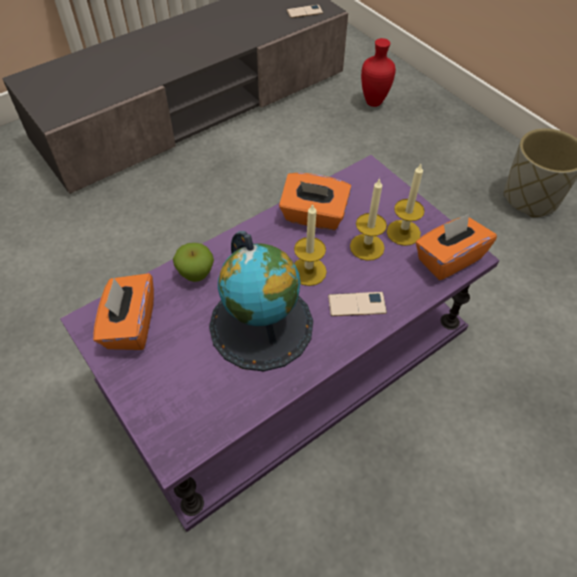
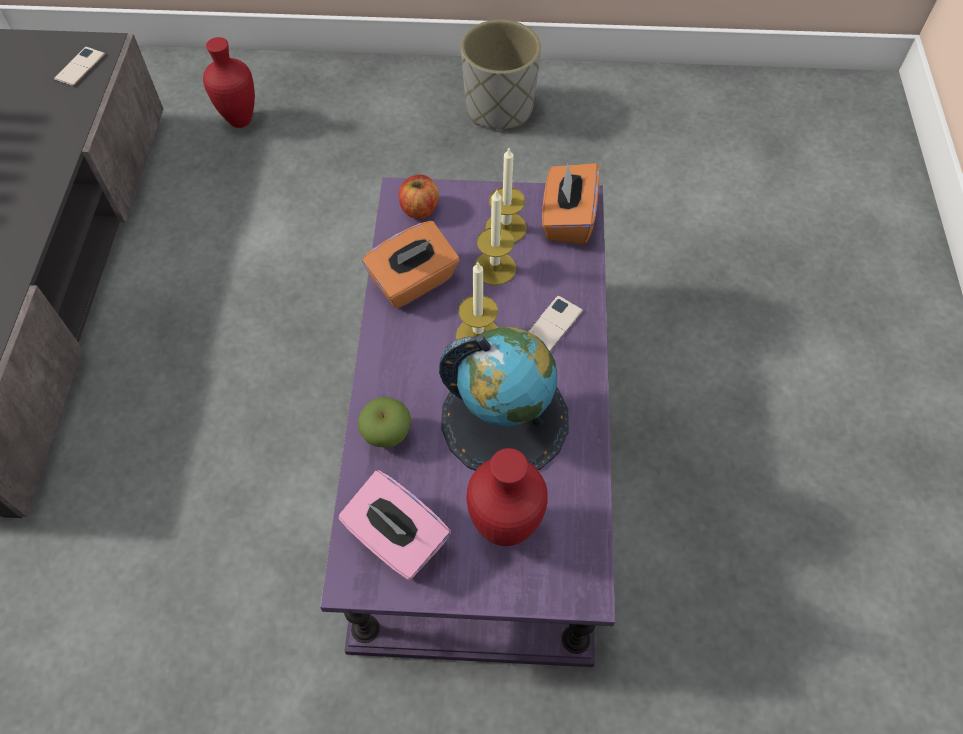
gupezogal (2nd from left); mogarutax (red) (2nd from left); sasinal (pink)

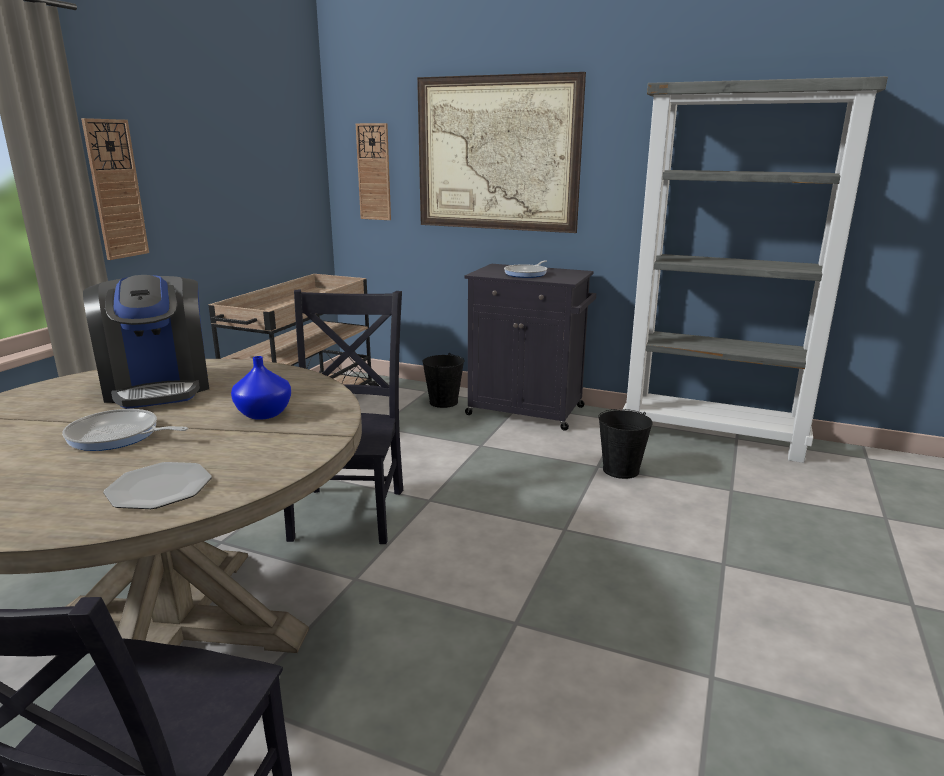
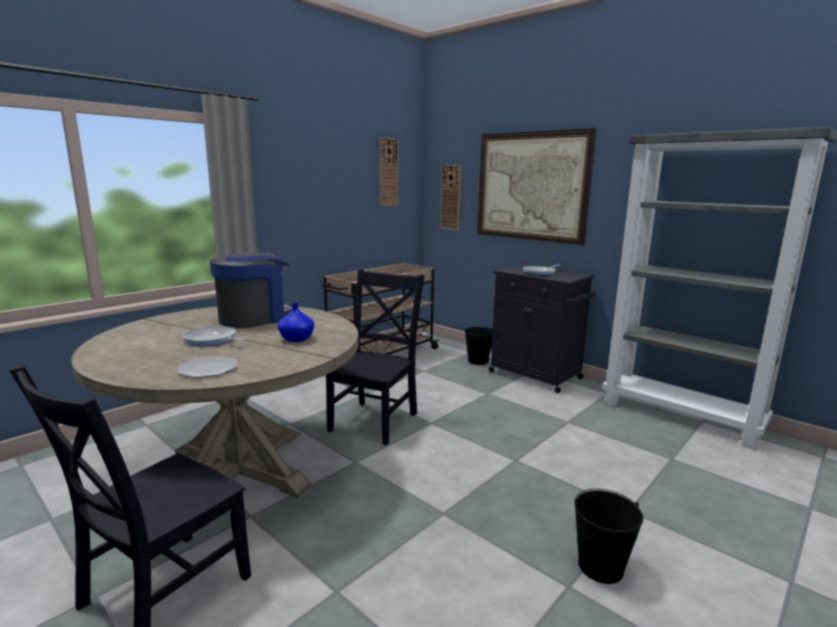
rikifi (1st from left); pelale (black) (2nd from left); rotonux

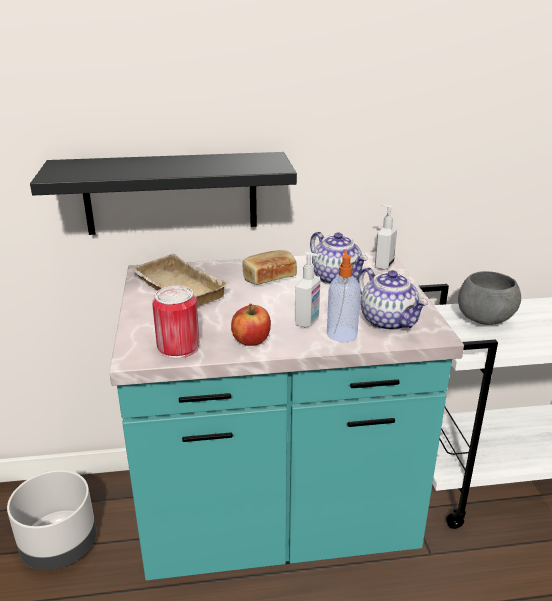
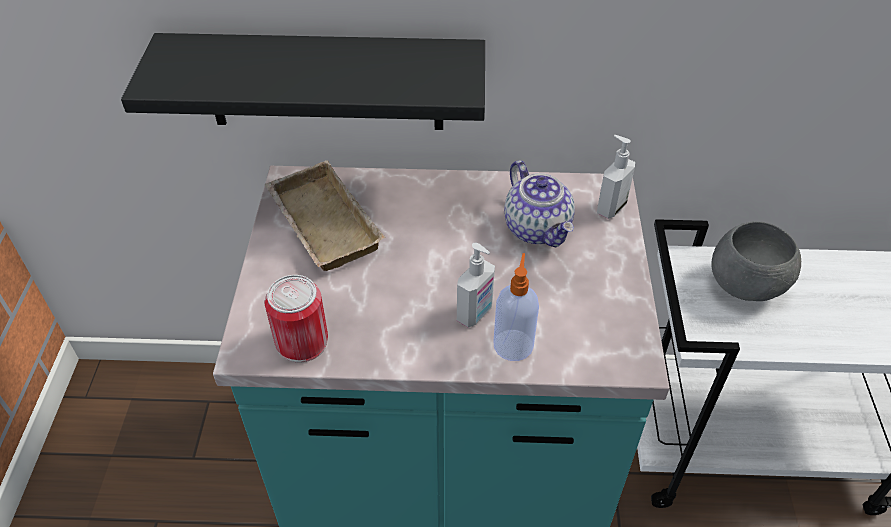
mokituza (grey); gupezogal; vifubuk; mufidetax (2nd from left in the first image)

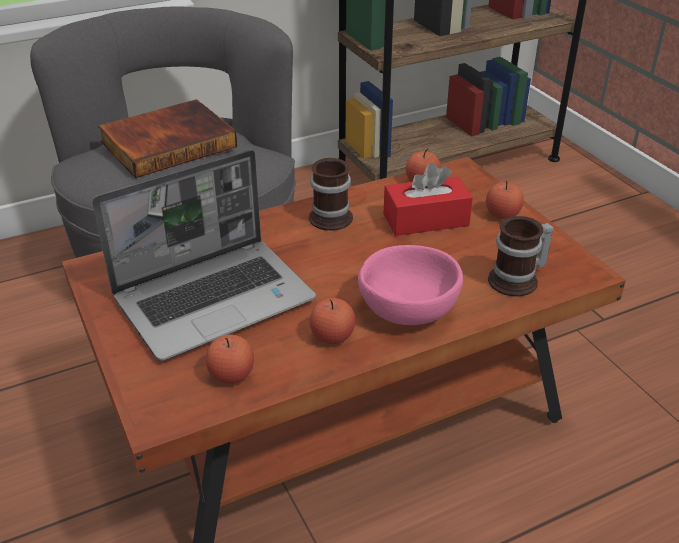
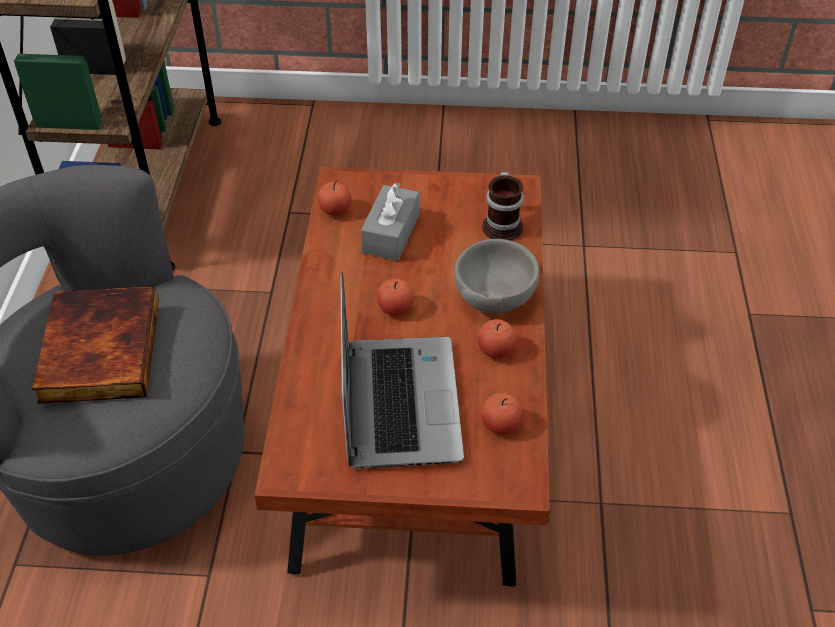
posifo (1st from left in the first image); gupezogal (2nd from left); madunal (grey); sasinal (grey)

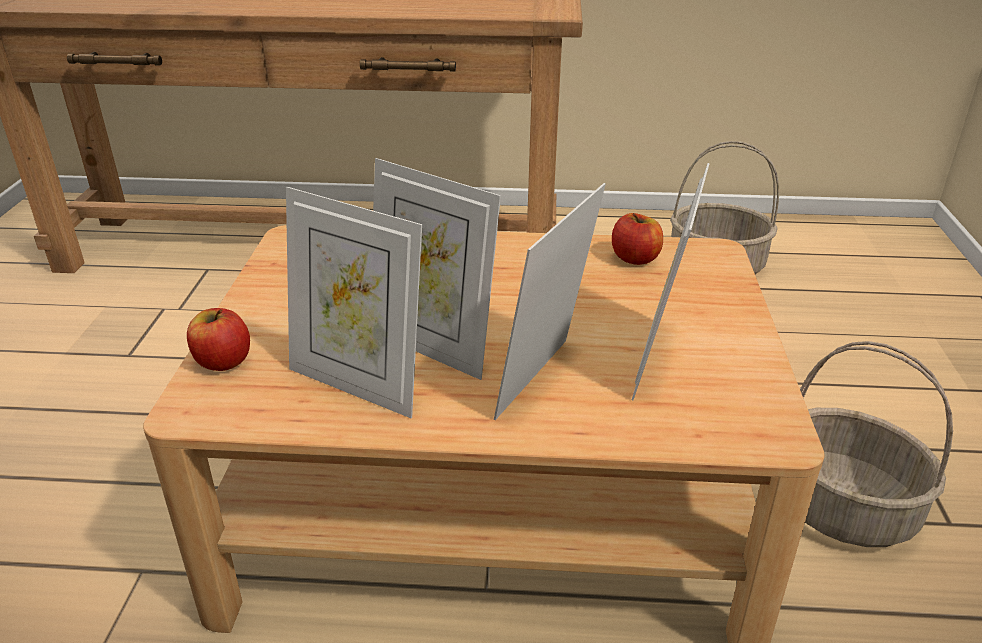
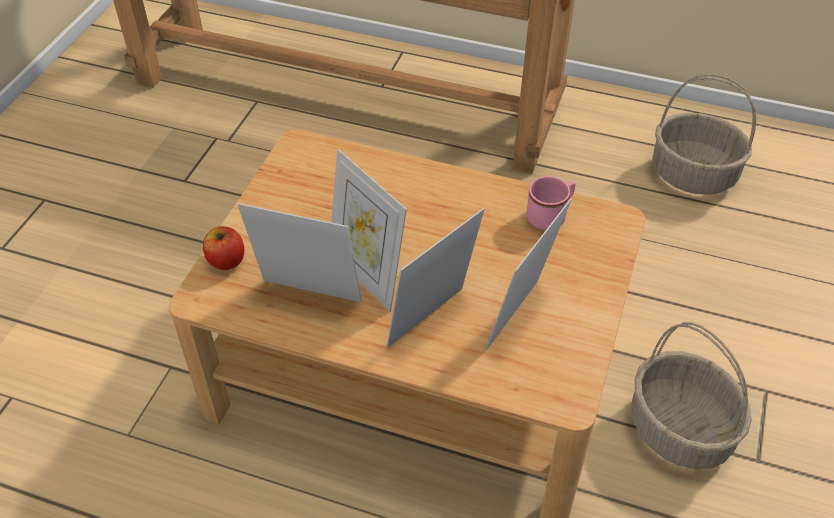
posifo (pink); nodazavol (1st from left)

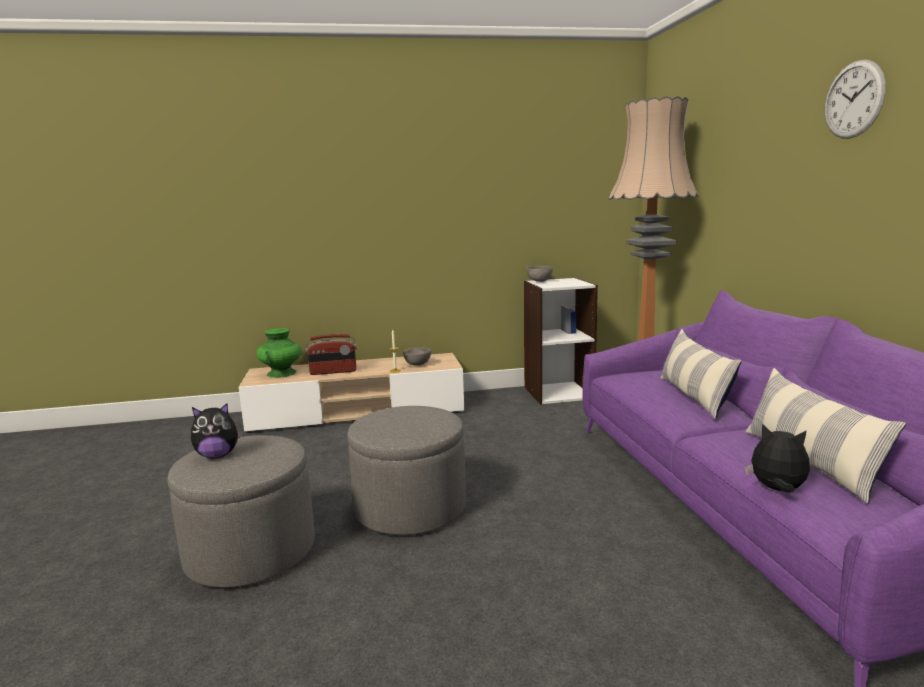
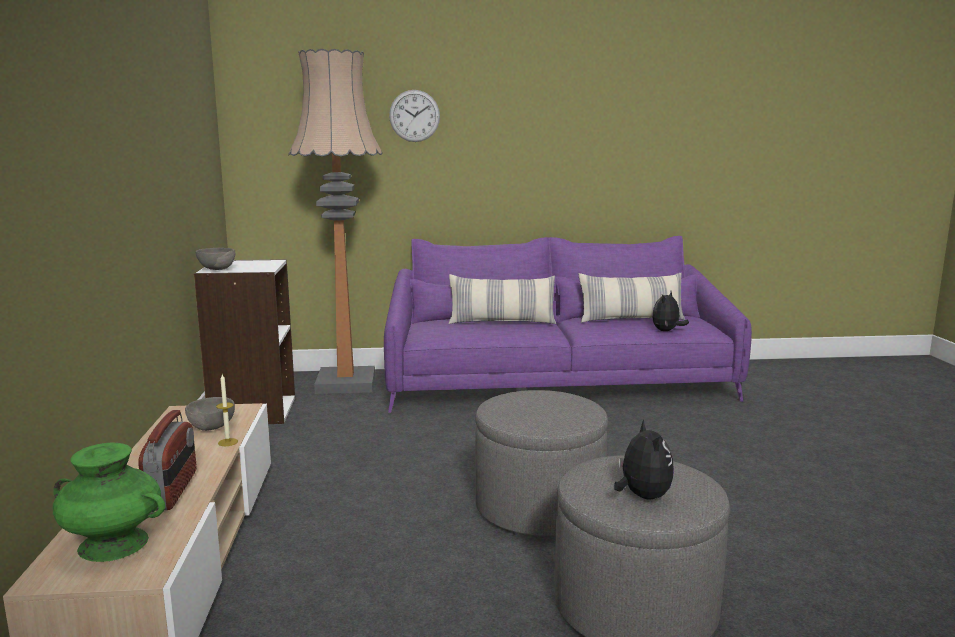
rikifi

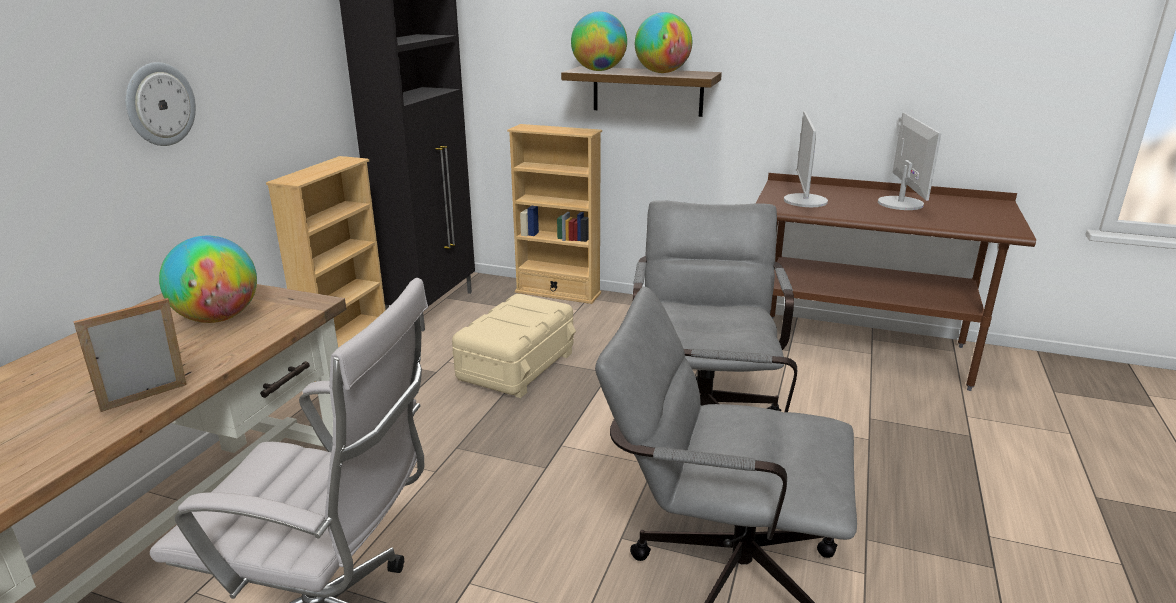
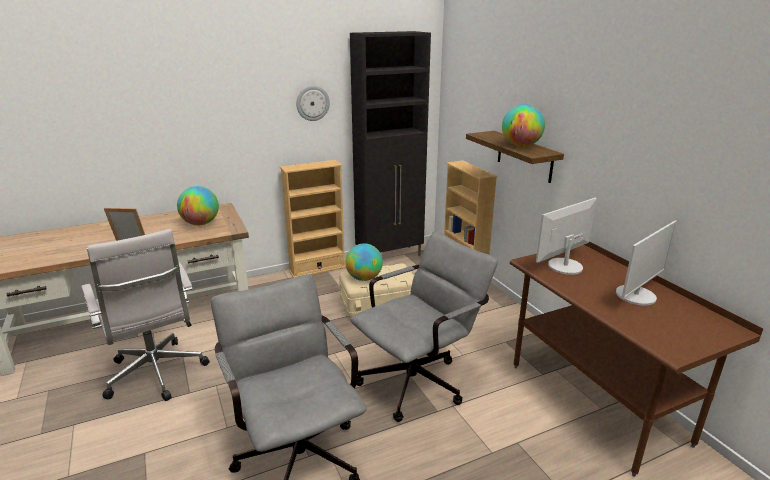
rikifi; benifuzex (2nd from left)

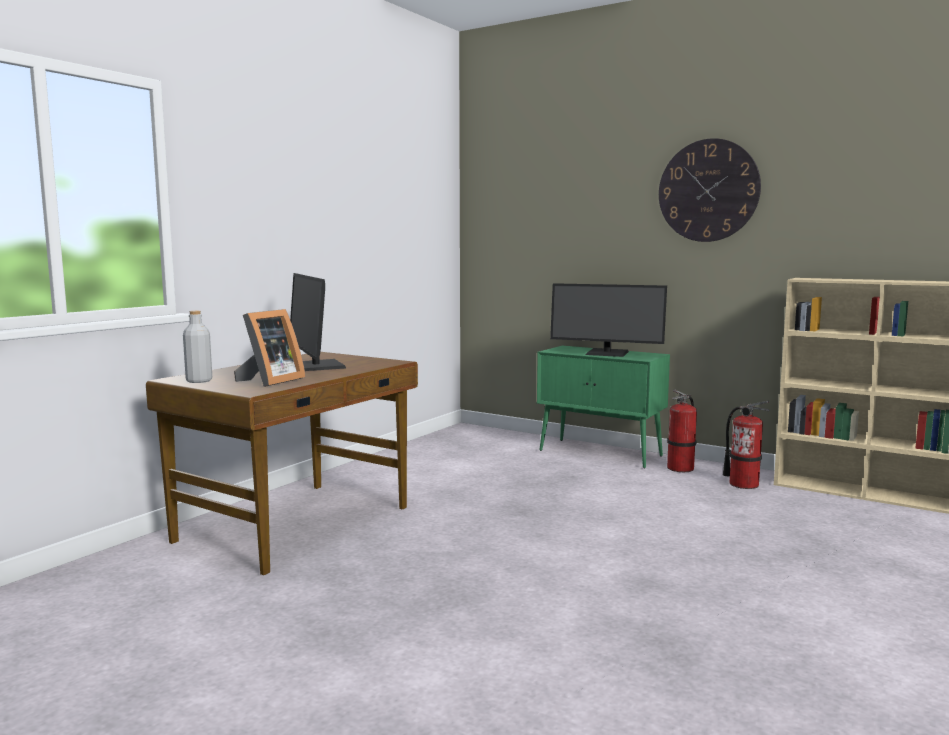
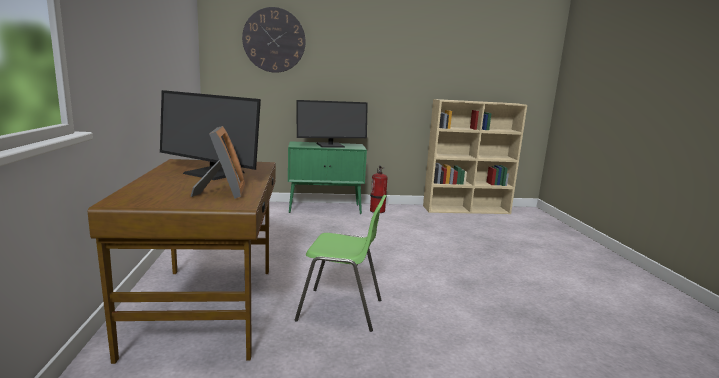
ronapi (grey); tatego (2nd from left in the first image); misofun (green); rikifi

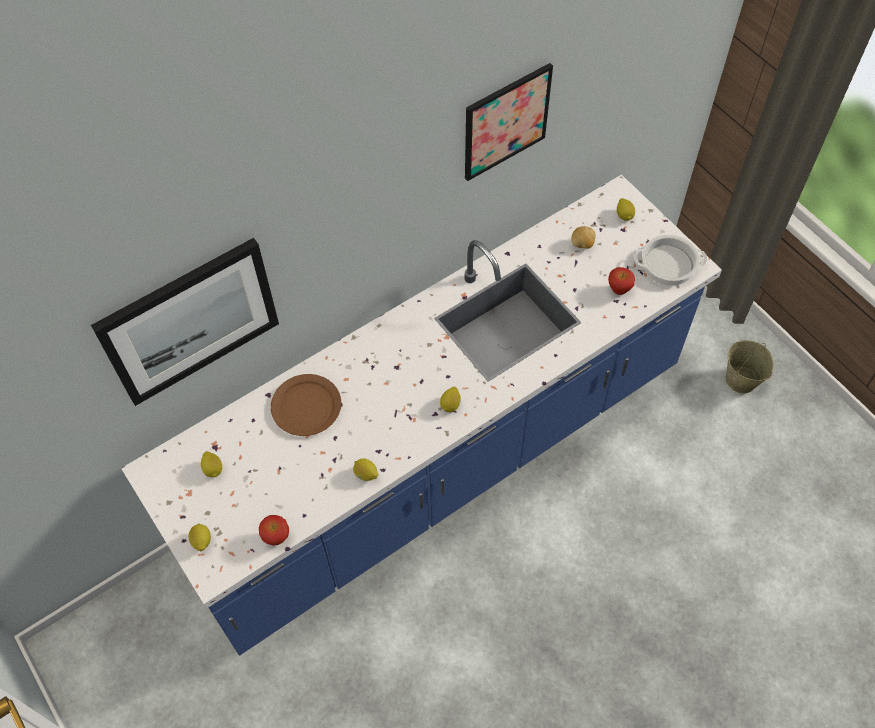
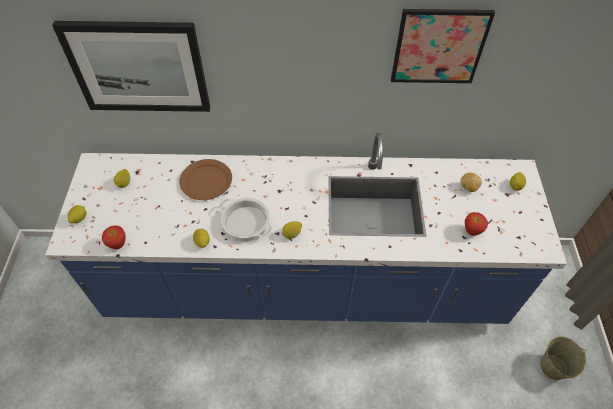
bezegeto

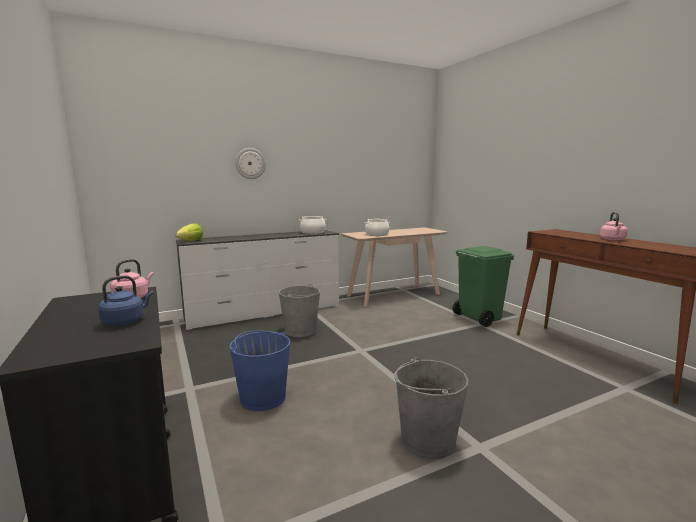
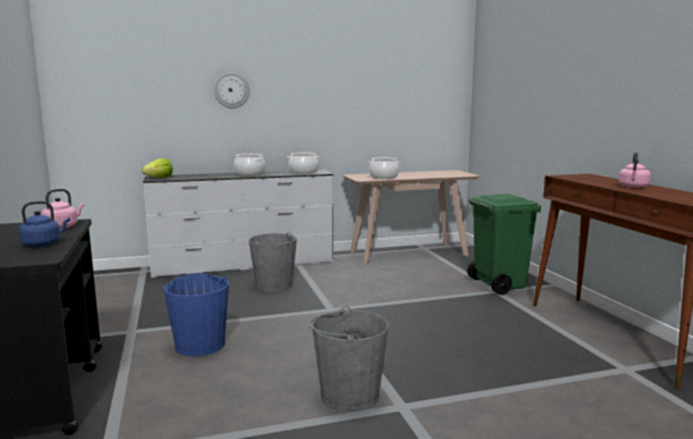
bezegeto (1st from left)

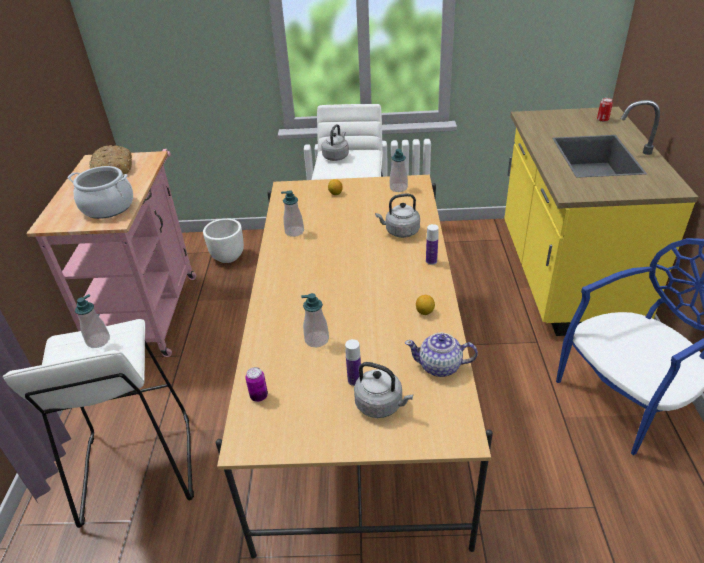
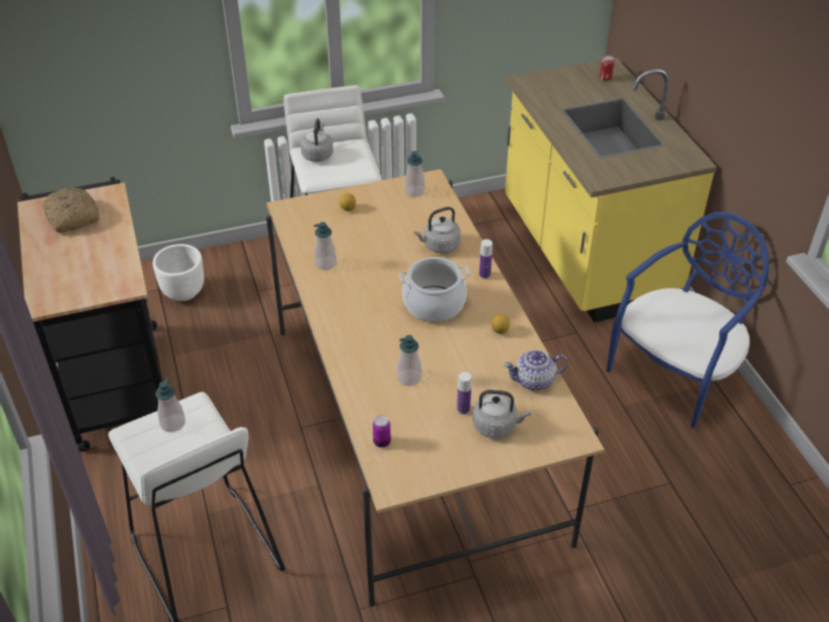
bezegeto; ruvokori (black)

